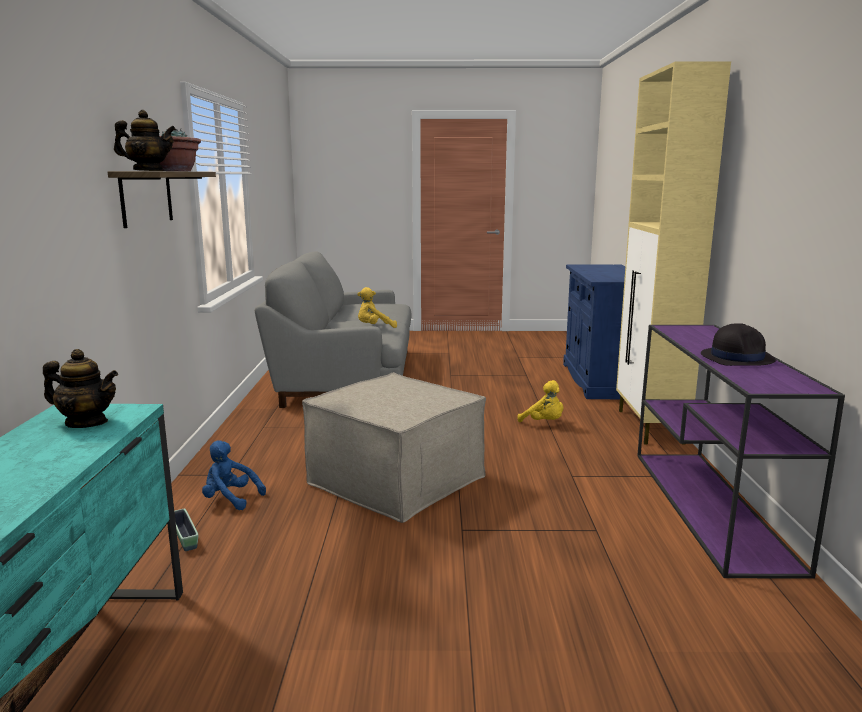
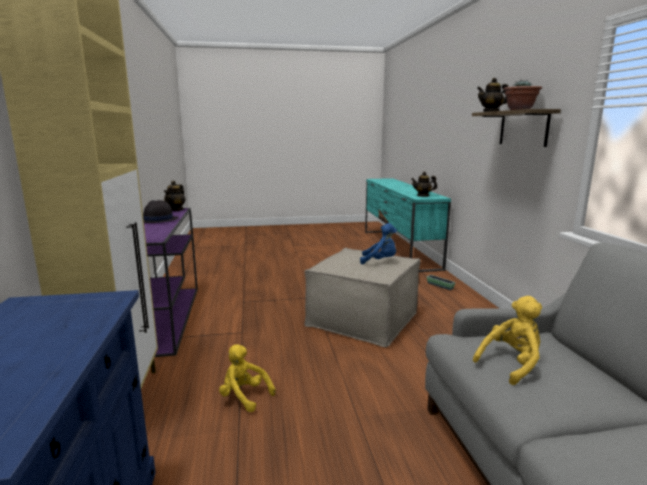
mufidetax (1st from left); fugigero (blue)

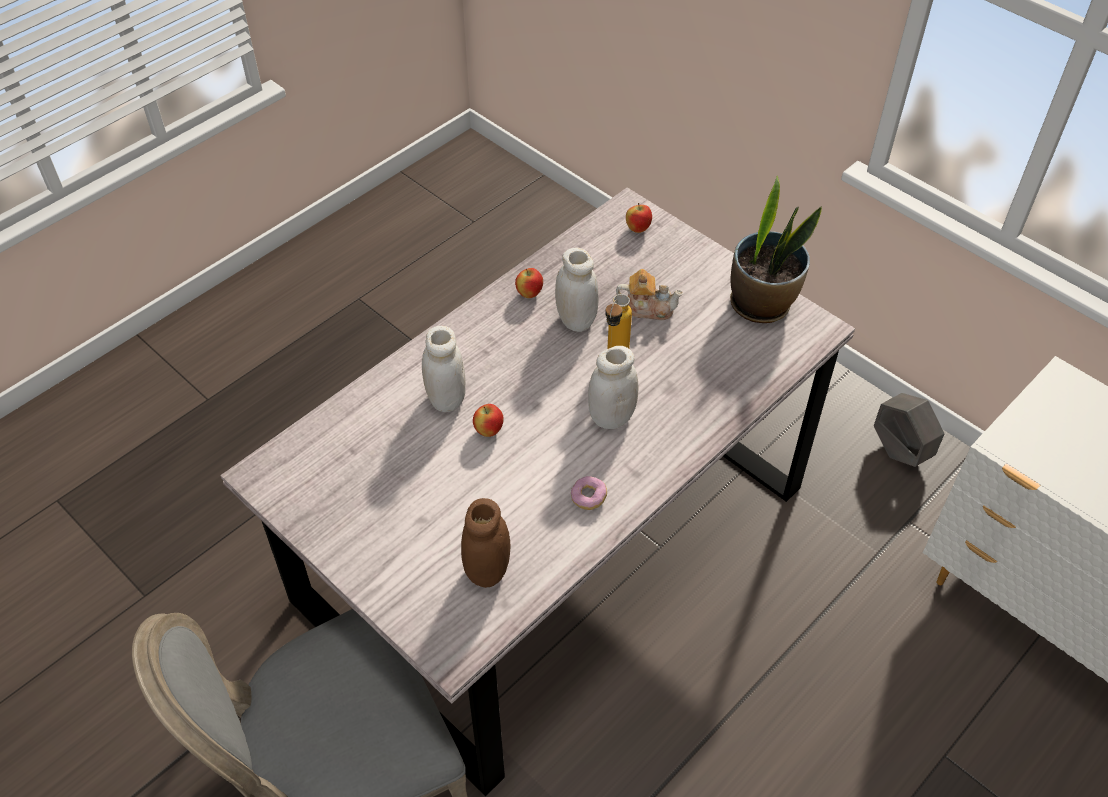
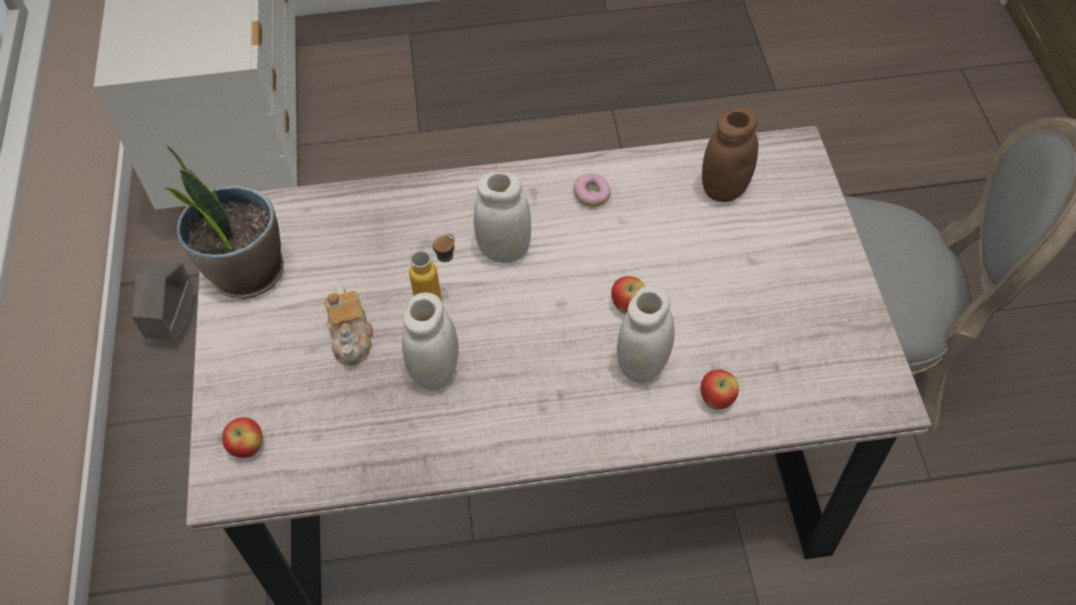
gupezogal (3rd from left); mufidetax

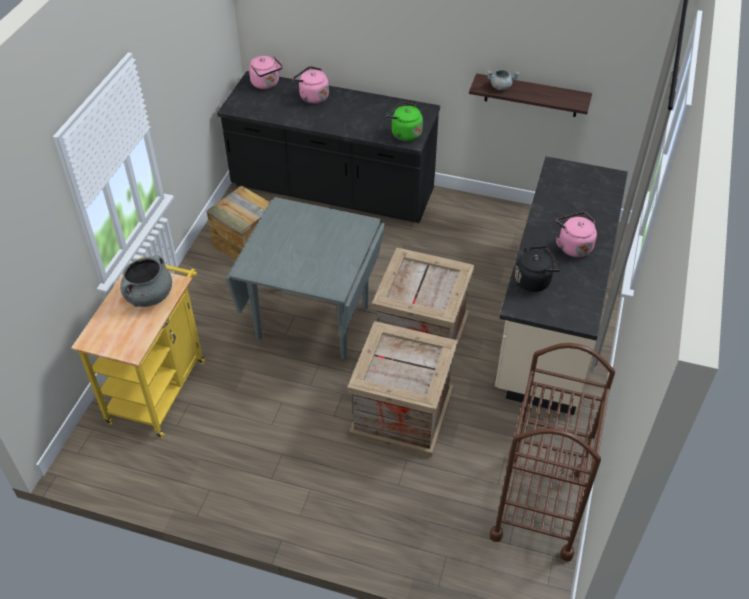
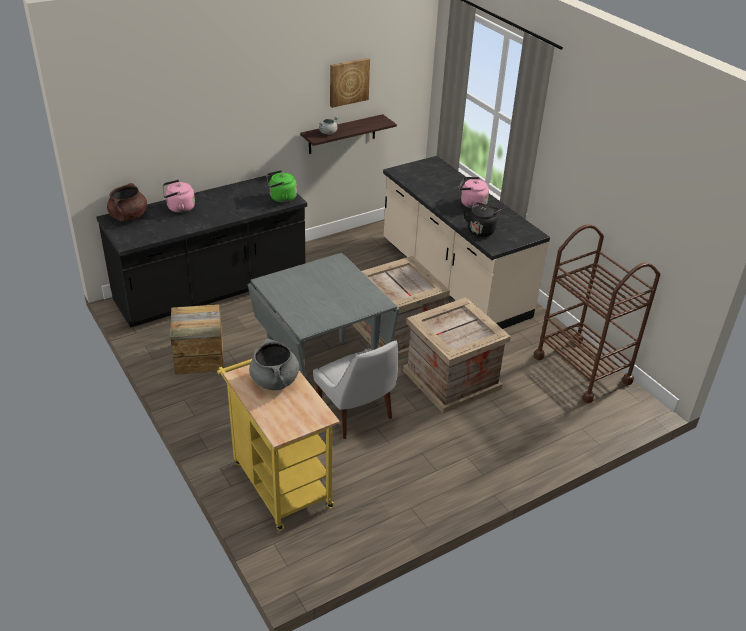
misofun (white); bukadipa; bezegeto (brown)

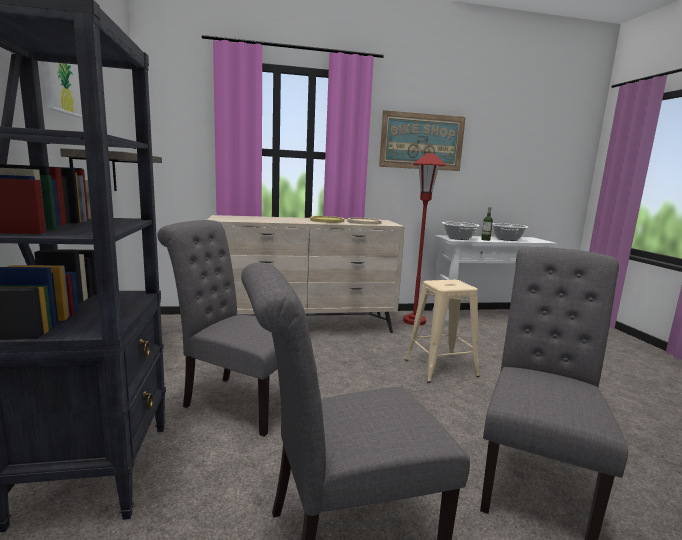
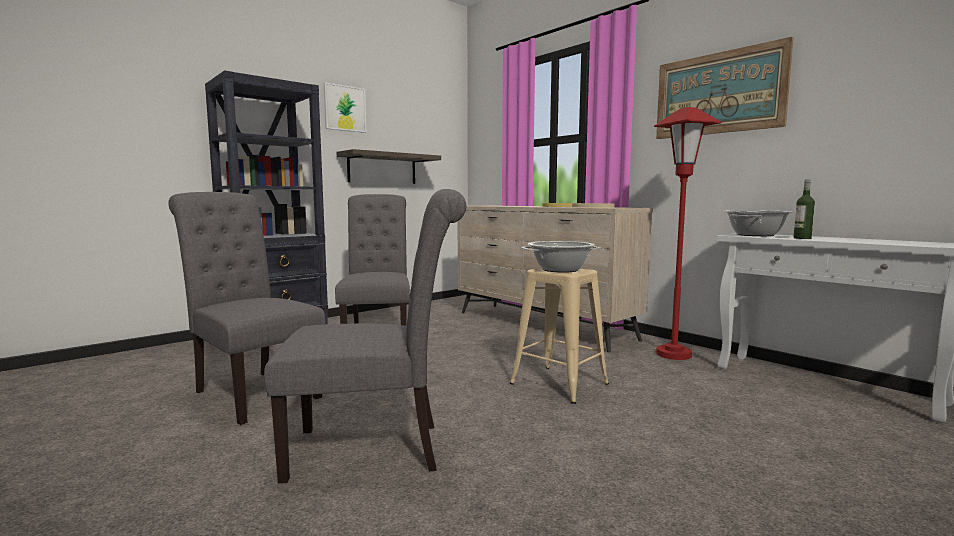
bezegeto (1st from left)

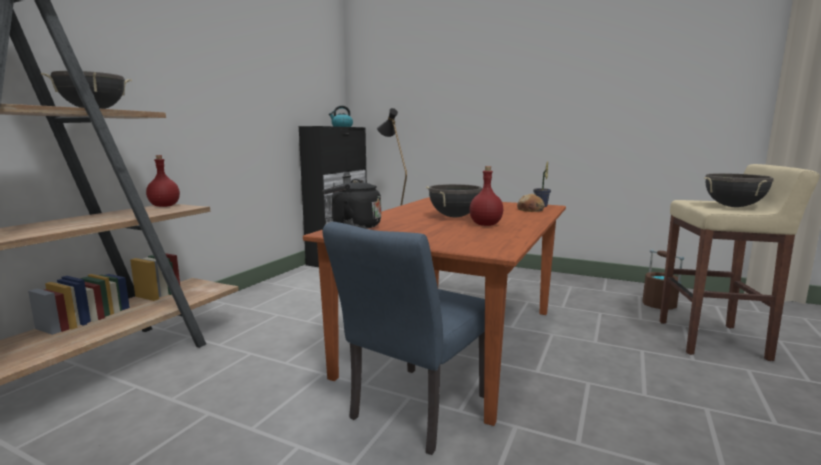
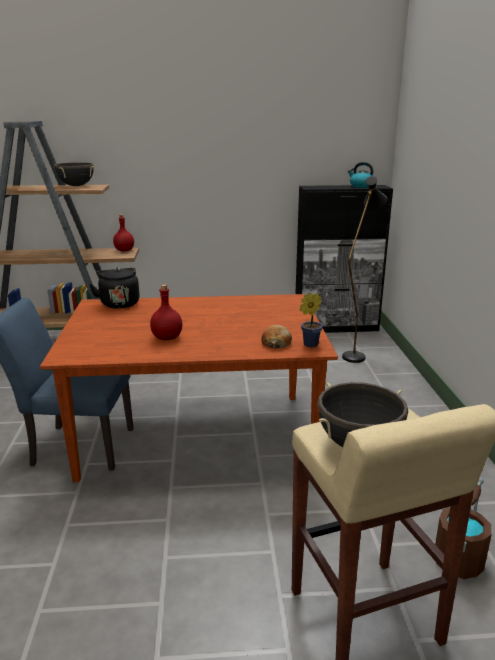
bezegeto (black) (2nd from left in the first image)

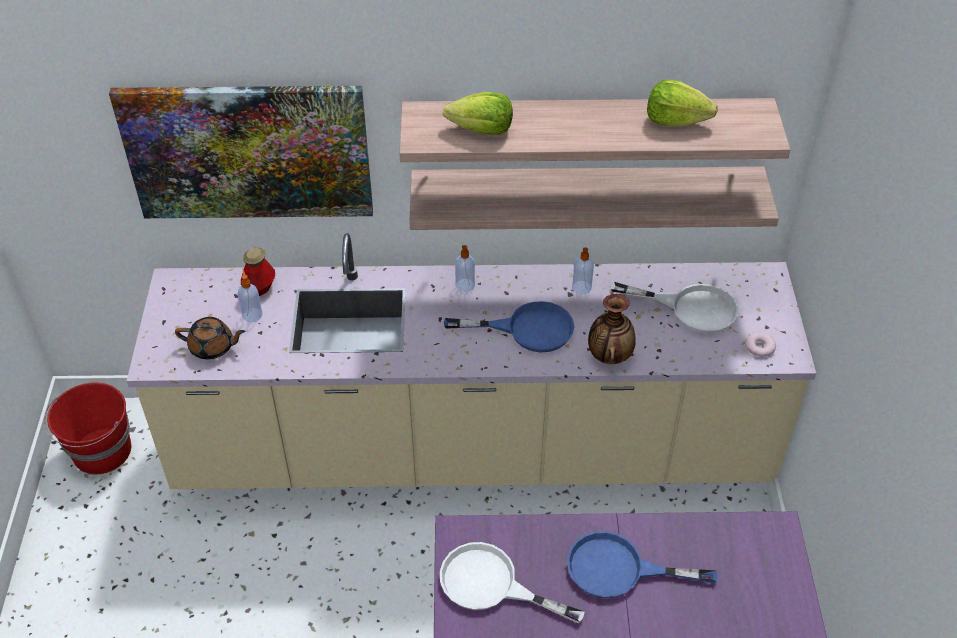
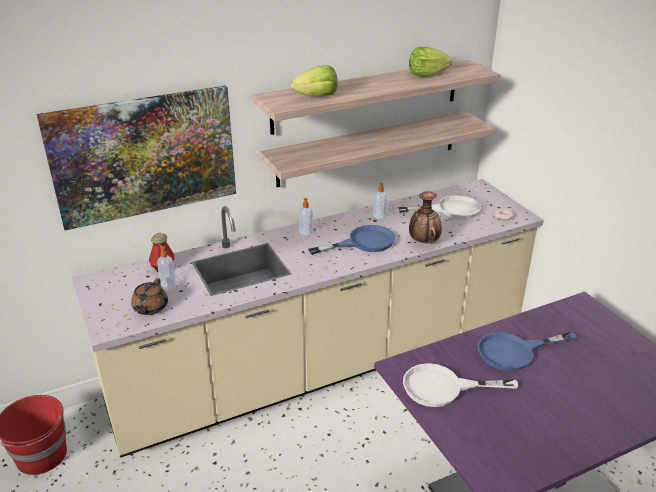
mufidetax (brown)

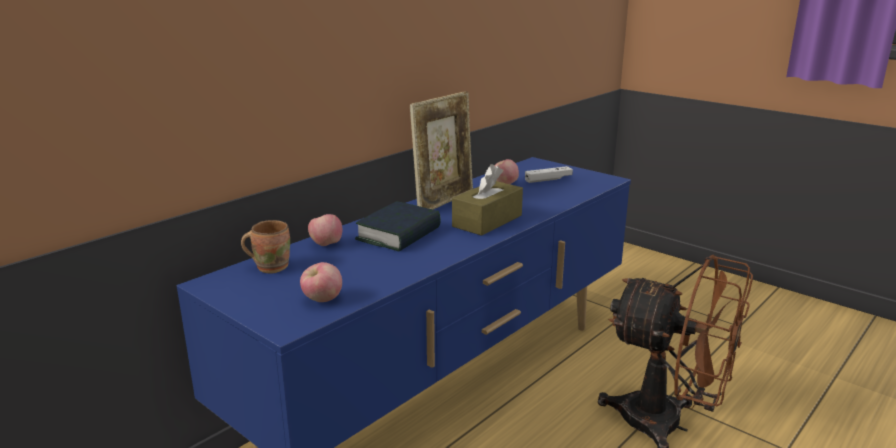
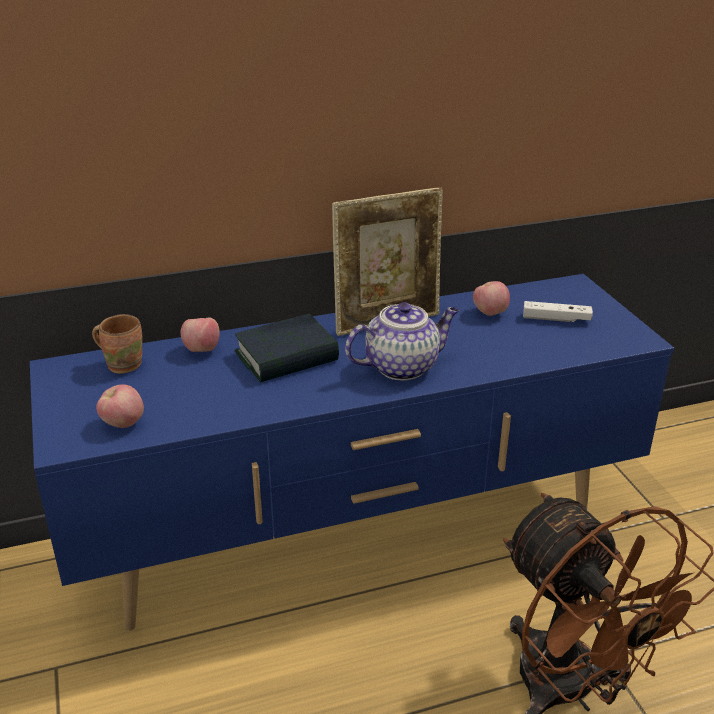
mufidetax

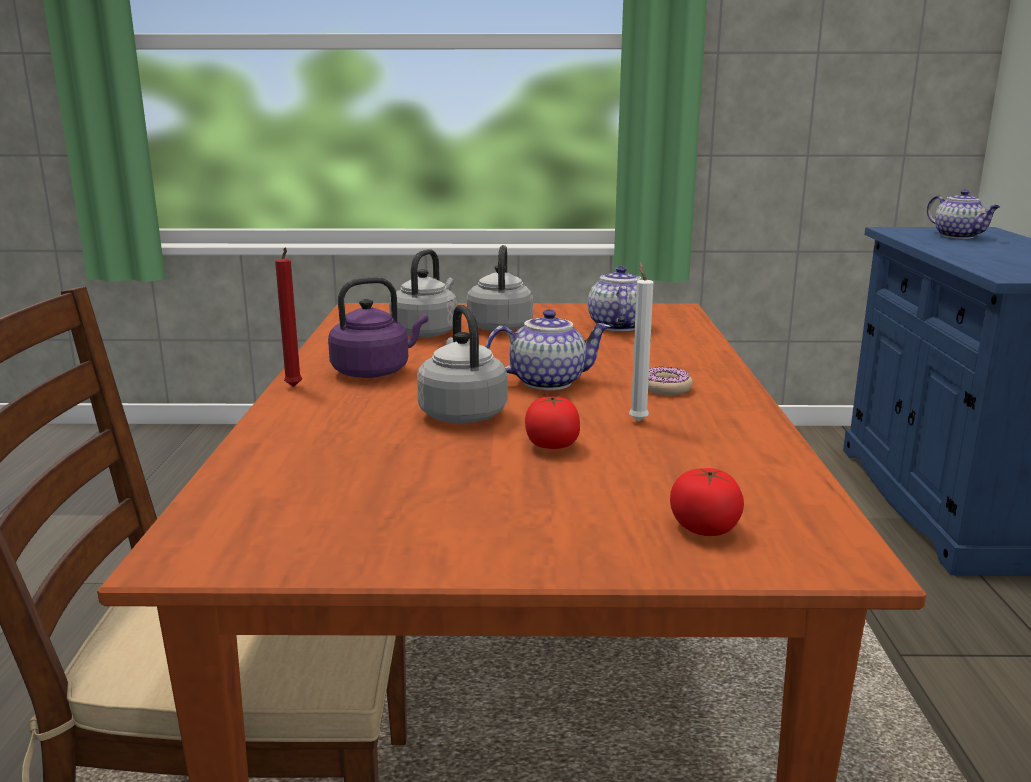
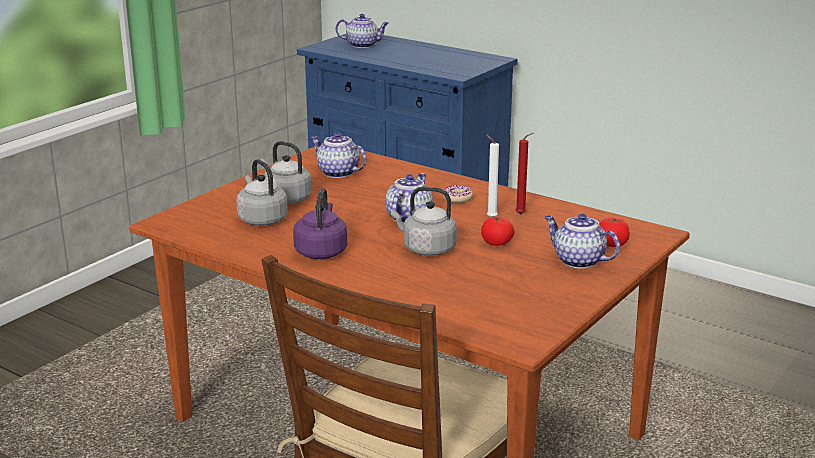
mufidetax (4th from left); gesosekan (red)

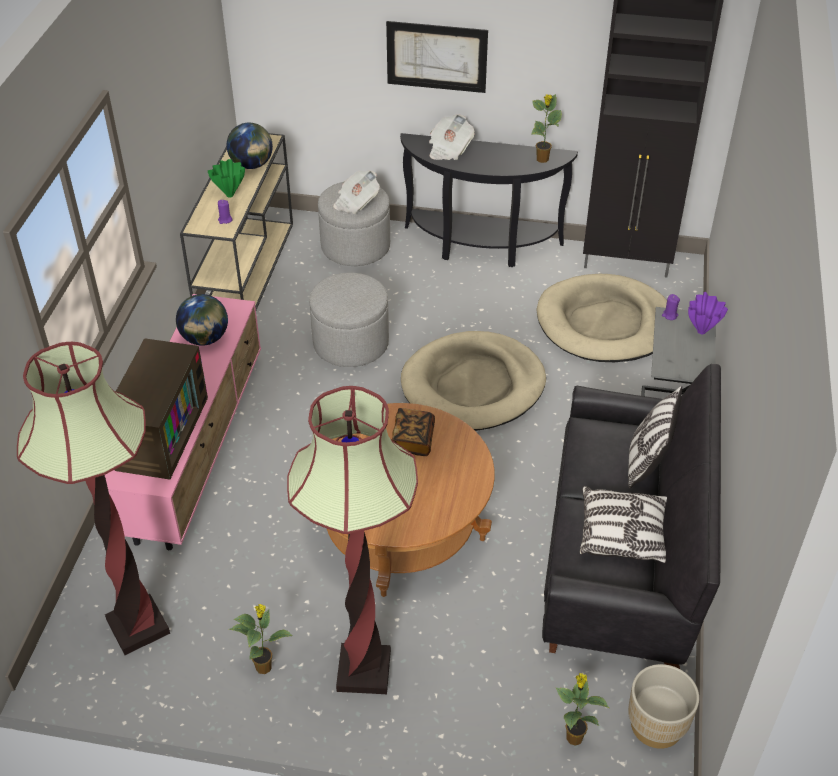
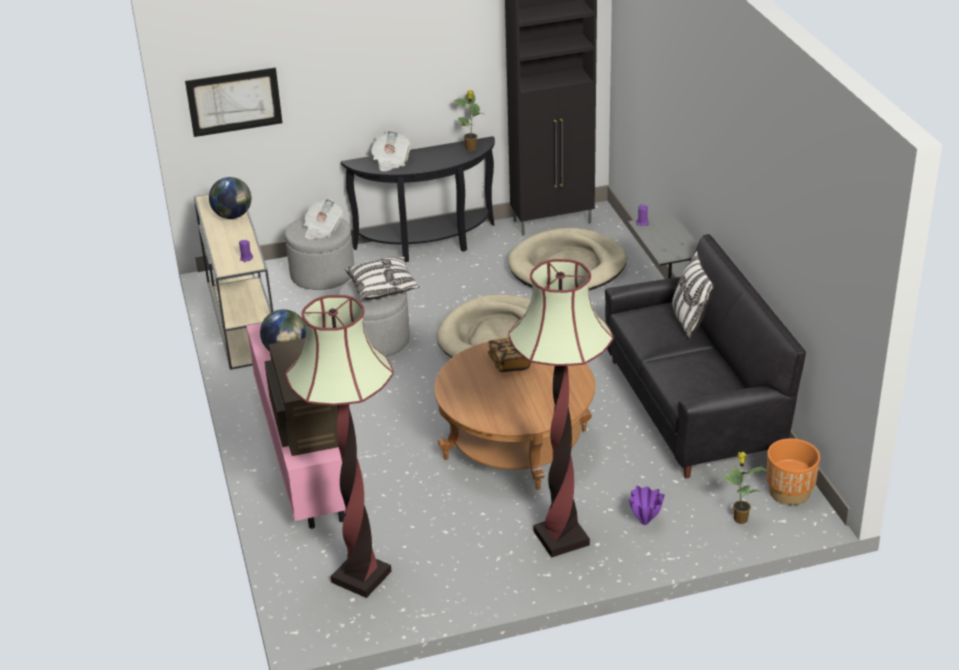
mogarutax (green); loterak (1st from left in the first image); bukadipa; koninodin (1st from left); mogarutax (purple); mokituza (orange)

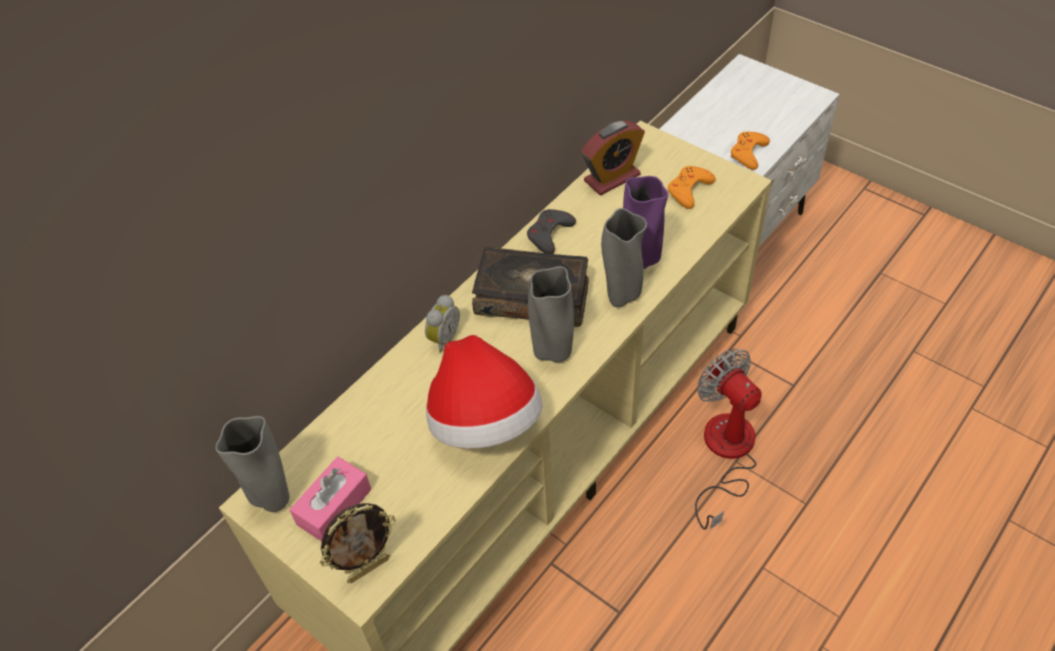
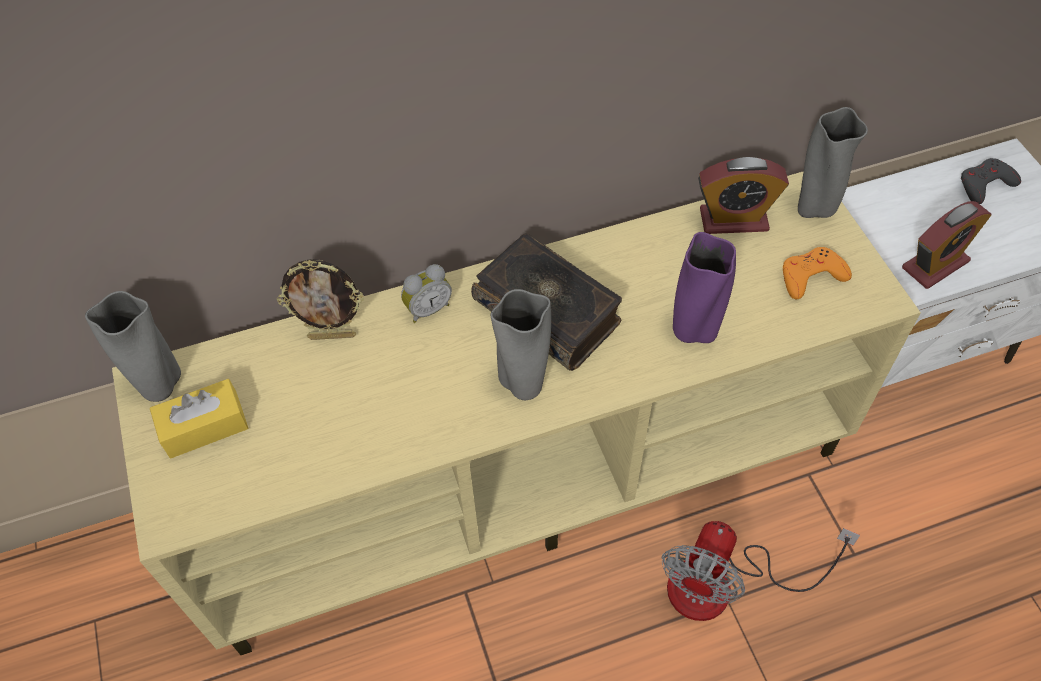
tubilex; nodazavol; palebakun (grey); mogarutax (grey) (3rd from left); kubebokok (3rd from left); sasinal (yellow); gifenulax

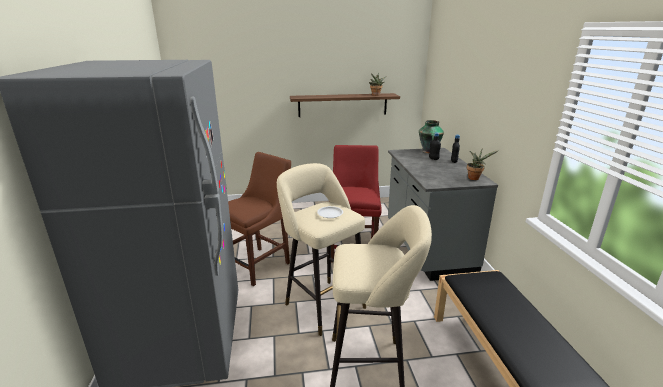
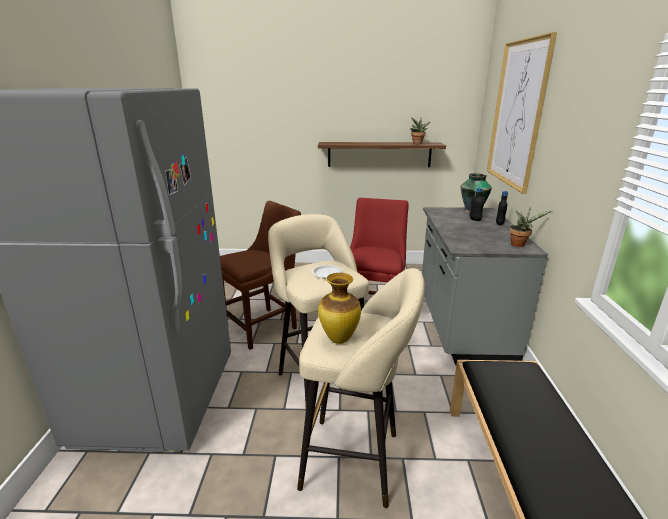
mogarutax (1st from left); bukadipa

